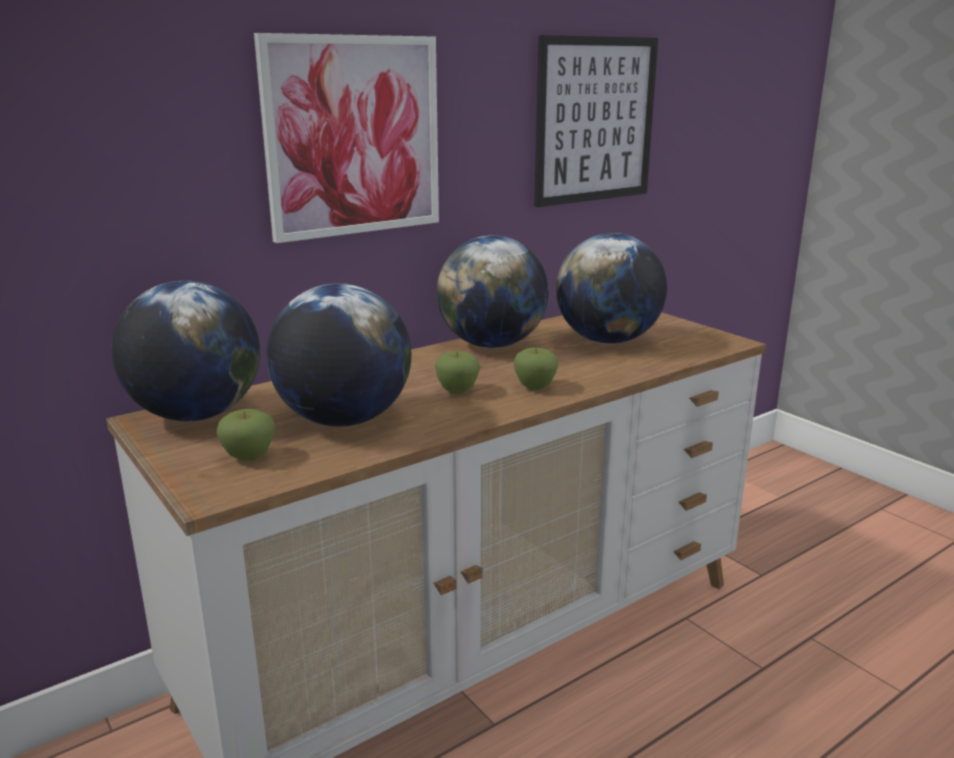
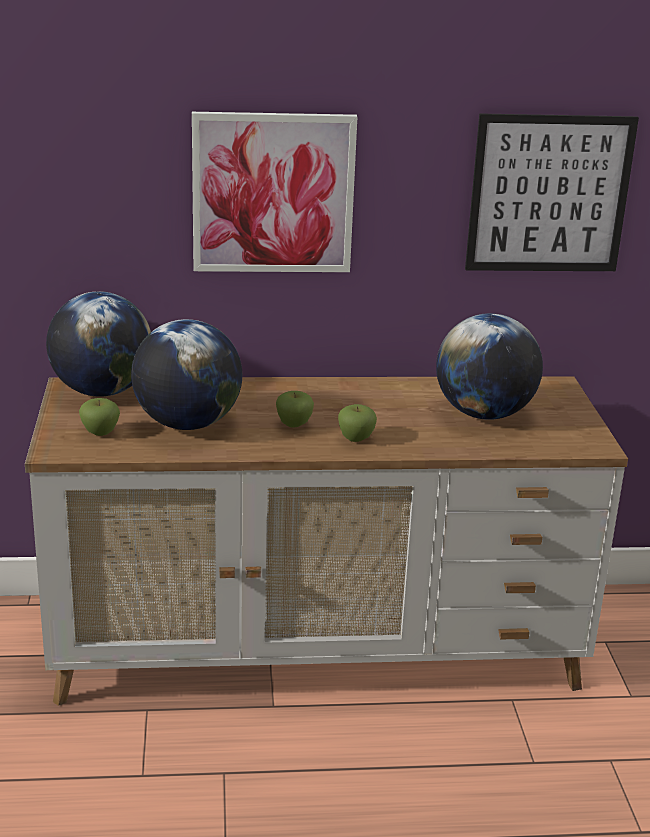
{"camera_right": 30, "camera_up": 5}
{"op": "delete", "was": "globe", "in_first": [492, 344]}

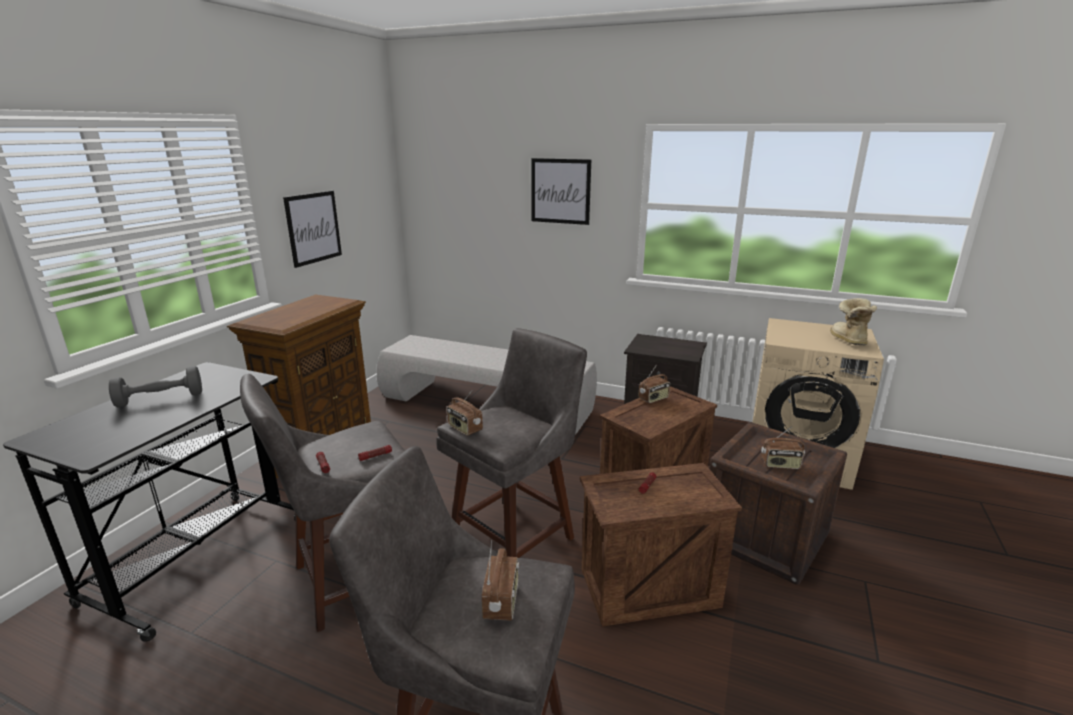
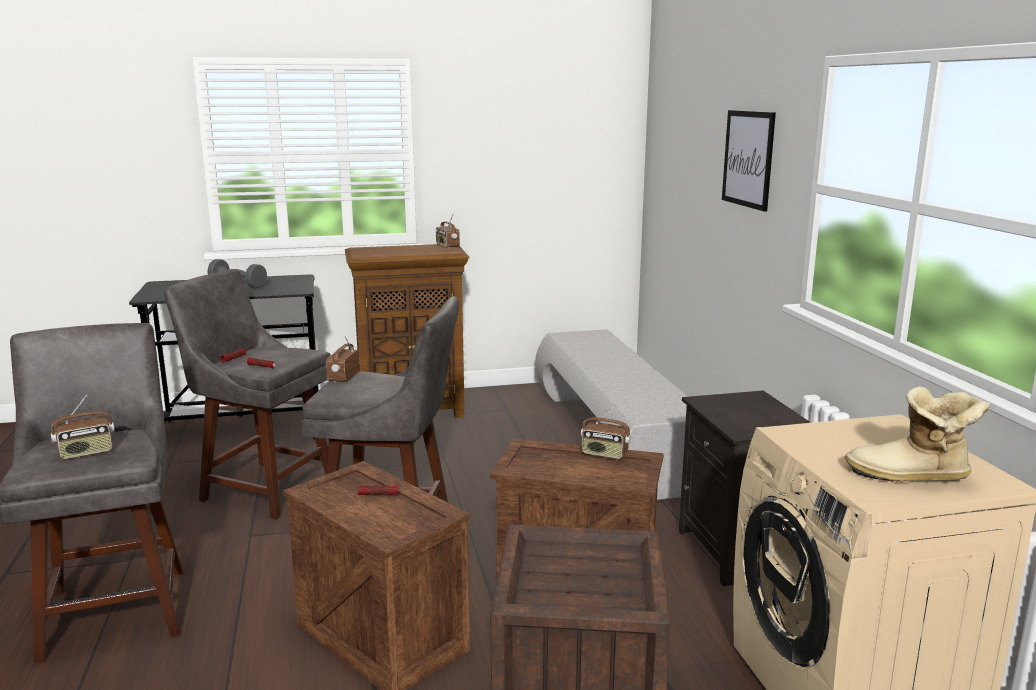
{"camera_right": 55, "camera_up": -5}
{"op": "delete", "was": "picture", "in_first": [313, 228]}
{"op": "move", "was": "radio", "in_first": [780, 465], "in_second": [447, 246]}
{"op": "rotate", "was": "boot", "in_first": [846, 340], "in_second": [911, 477], "clockwise": -135}

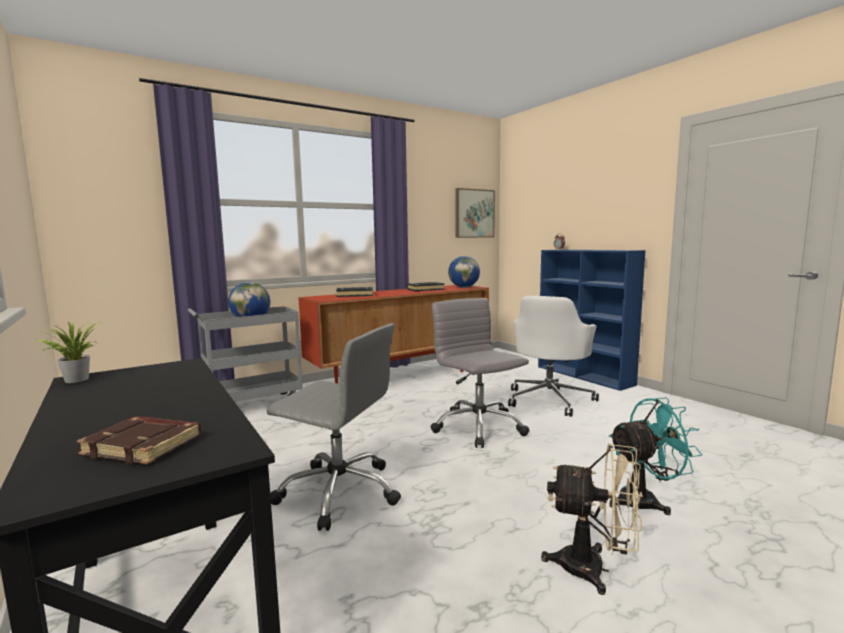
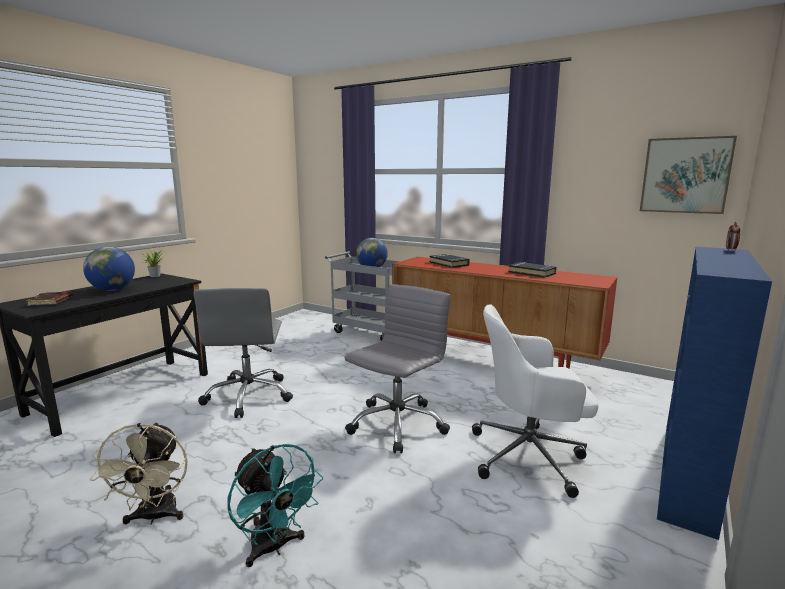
{"camera_right": 65, "camera_up": 5}
{"op": "move", "was": "globe", "in_first": [464, 287], "in_second": [113, 290]}

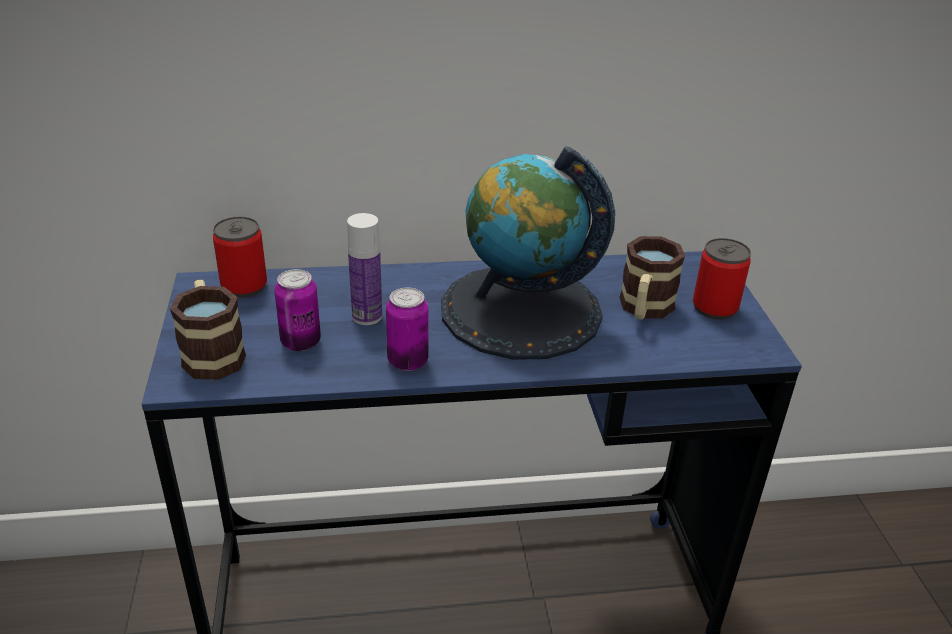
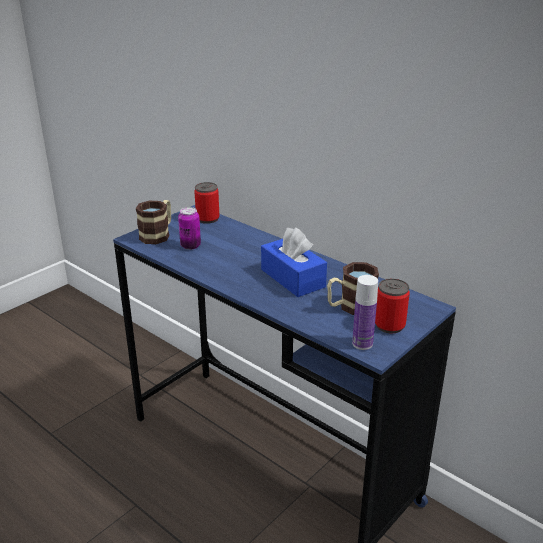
{"camera_right": 50, "camera_up": -5}
{"op": "move", "was": "bottle", "in_first": [367, 316], "in_second": [362, 343]}
{"op": "delete", "was": "can", "in_first": [408, 361]}
{"op": "replace", "was": "globe", "now": "blue tissue box", "in_first": [520, 311], "in_second": [292, 278]}

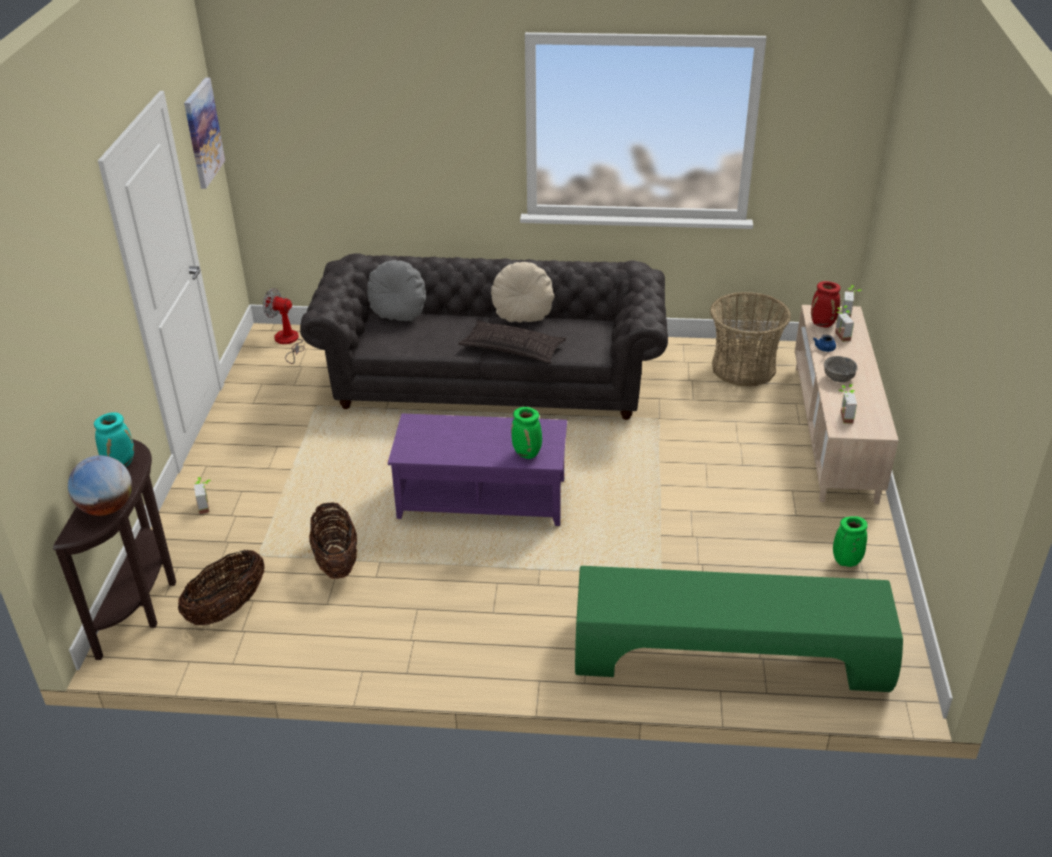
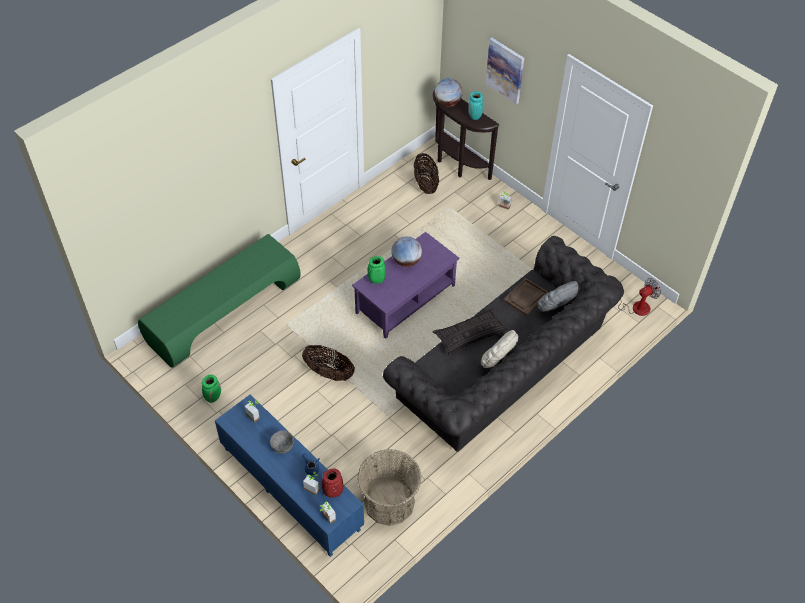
{"camera_right": 130, "camera_up": 15}
{"op": "move", "was": "picture", "in_first": [202, 133], "in_second": [505, 70]}
{"op": "move", "was": "basket", "in_first": [336, 561], "in_second": [329, 372]}
{"op": "recolor", "was": "beige tv stand", "now": "blue tv stand", "in_first": [834, 431], "in_second": [291, 489]}
{"op": "insert", "now": "globe", "in_second": [406, 261]}
{"op": "insert", "now": "brown tray", "in_second": [526, 298]}

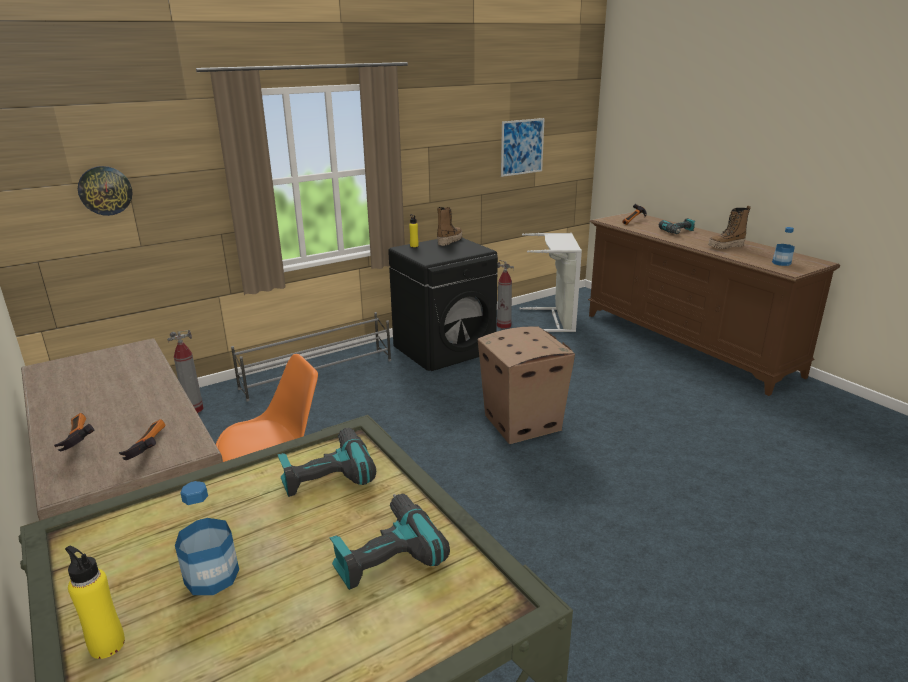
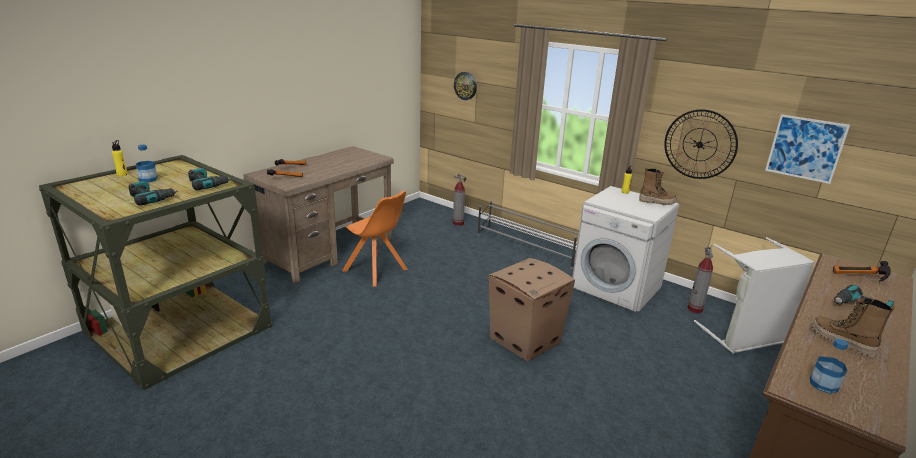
{"camera_right": 70, "camera_up": 0}
{"op": "recolor", "was": "black washing machine", "now": "white washing machine", "in_first": [447, 349], "in_second": [615, 288]}
{"op": "insert", "now": "wall clock", "in_second": [699, 144]}

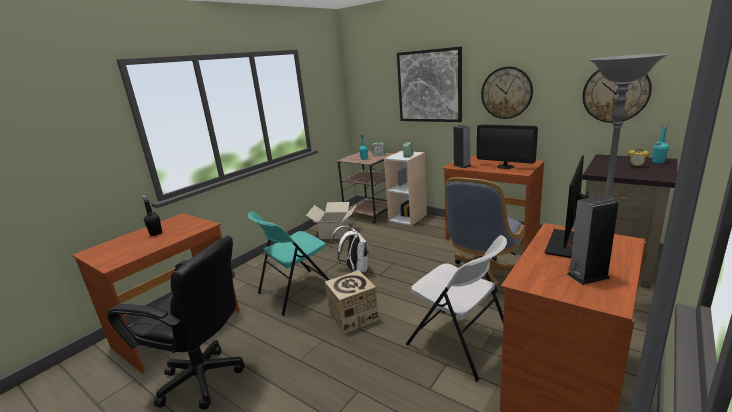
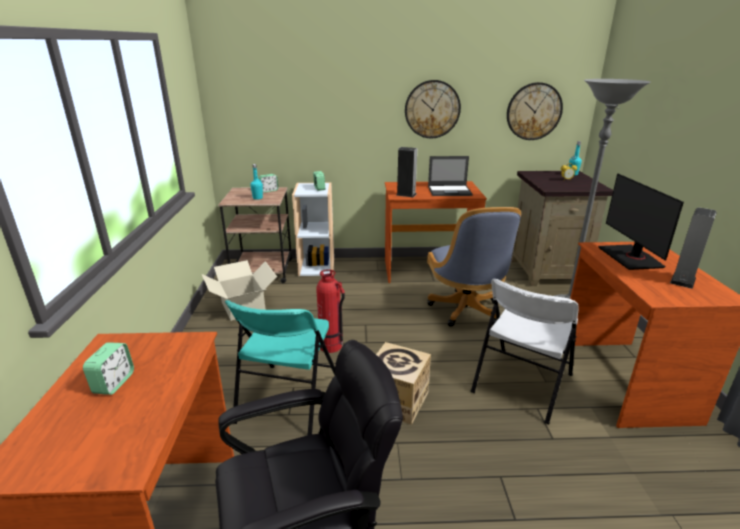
{"camera_right": -40, "camera_up": 5}
{"op": "replace", "was": "black bottle", "now": "alarm clock", "in_first": [156, 233], "in_second": [114, 383]}
{"op": "replace", "was": "white backpack", "now": "fire extinguisher", "in_first": [355, 270], "in_second": [331, 346]}
{"op": "delete", "was": "picture", "in_first": [429, 86]}
{"op": "rotate", "was": "white chair", "in_first": [458, 342], "in_second": [522, 383], "clockwise": 120}
{"op": "replace", "was": "monitor", "now": "laptop", "in_first": [505, 166], "in_second": [450, 191]}

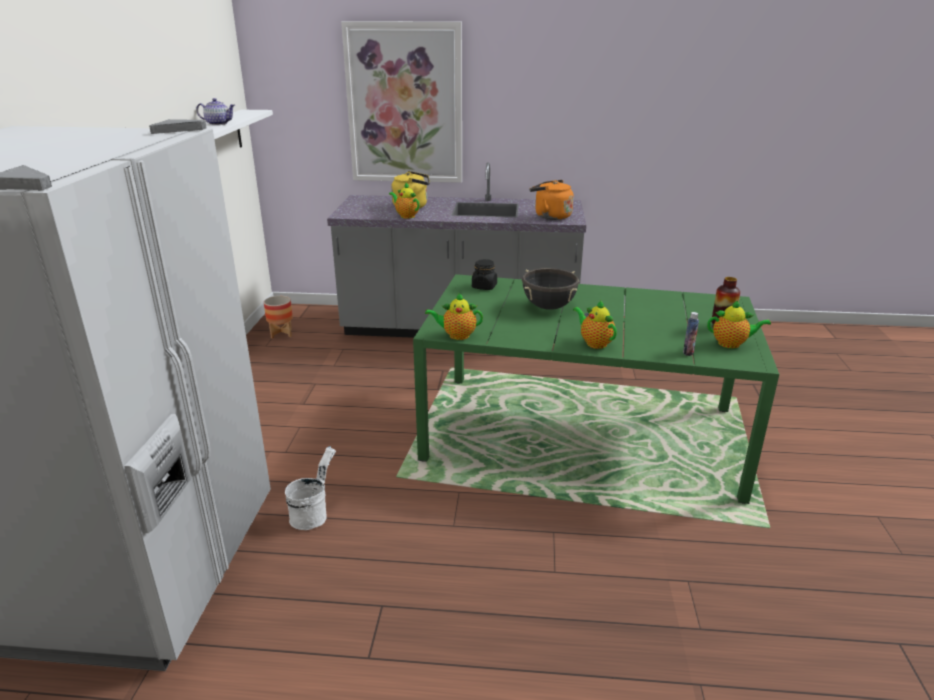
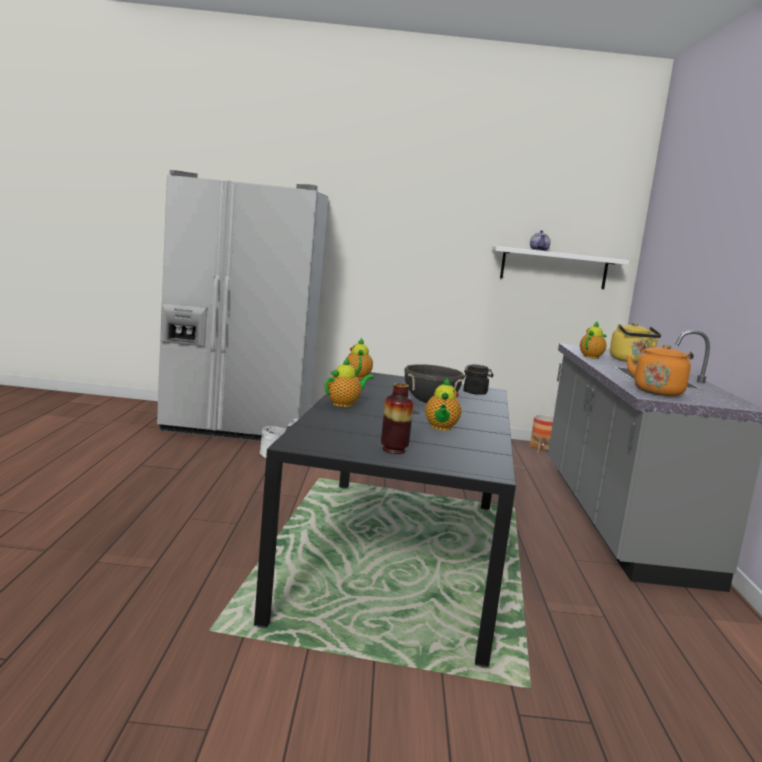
{"camera_right": 85, "camera_up": -15}
{"op": "delete", "was": "picture", "in_first": [405, 104]}
{"op": "recolor", "was": "green dining table", "now": "black dining table", "in_first": [581, 434], "in_second": [395, 555]}
{"op": "delete", "was": "bottle", "in_first": [688, 352]}
{"op": "move", "was": "teapot", "in_first": [731, 344], "in_second": [440, 428]}

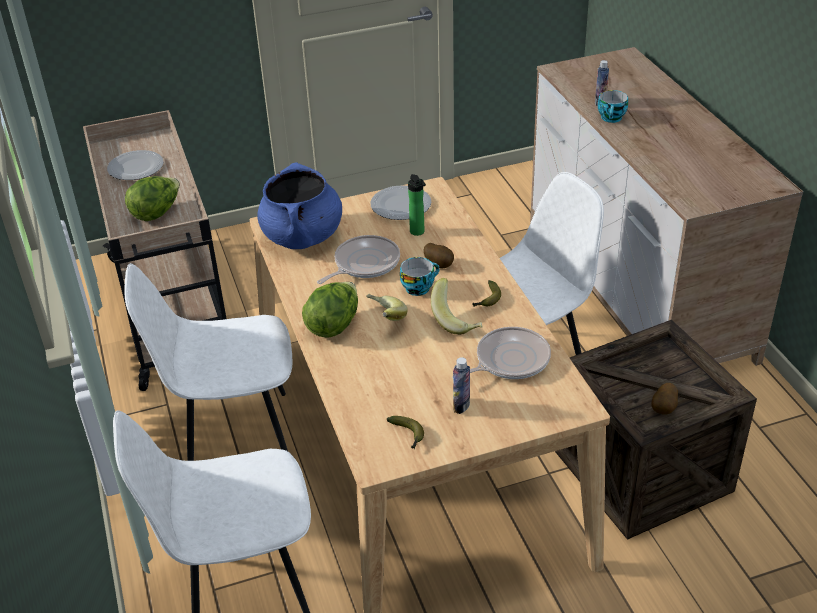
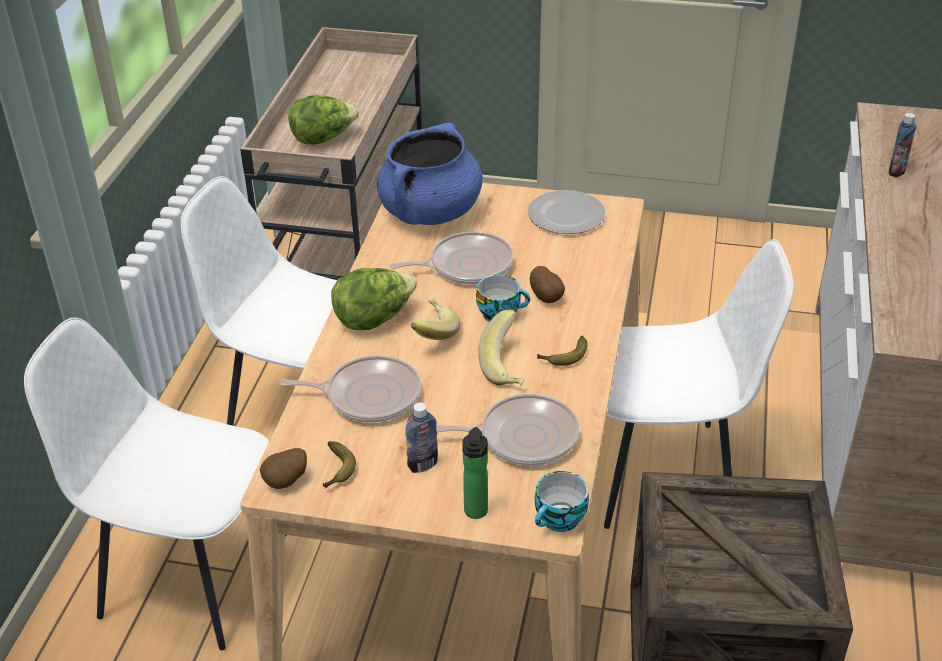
{"camera_right": 30, "camera_up": 0}
{"op": "delete", "was": "plate", "in_first": [136, 167]}
{"op": "move", "was": "bottle", "in_first": [418, 233], "in_second": [475, 513]}
{"op": "move", "was": "cup", "in_first": [612, 118], "in_second": [560, 521]}
{"op": "move", "was": "potato", "in_first": [664, 409], "in_second": [286, 482]}
{"op": "insert", "now": "frying pan", "in_second": [368, 395]}

